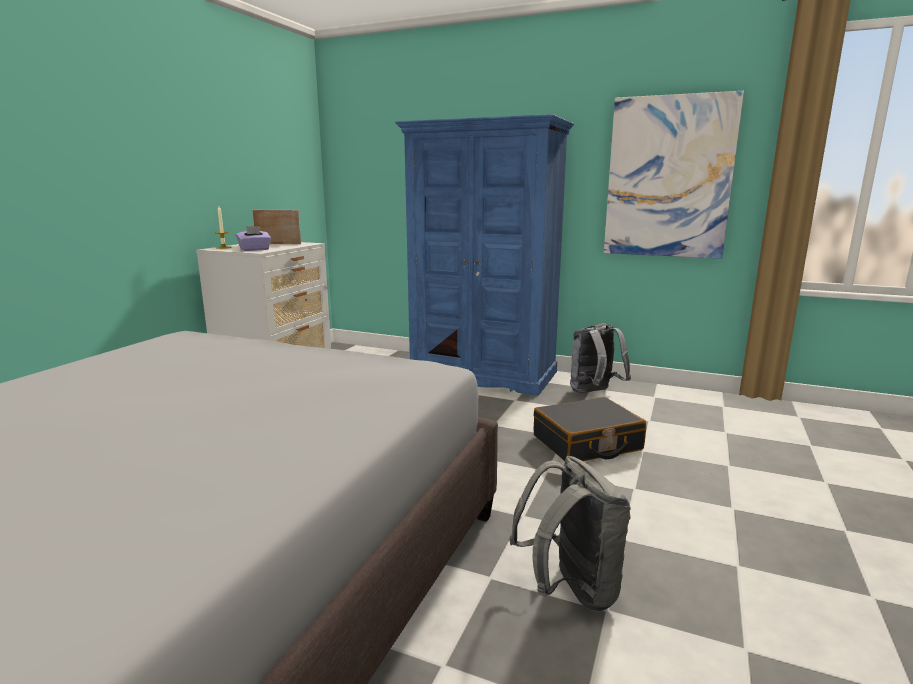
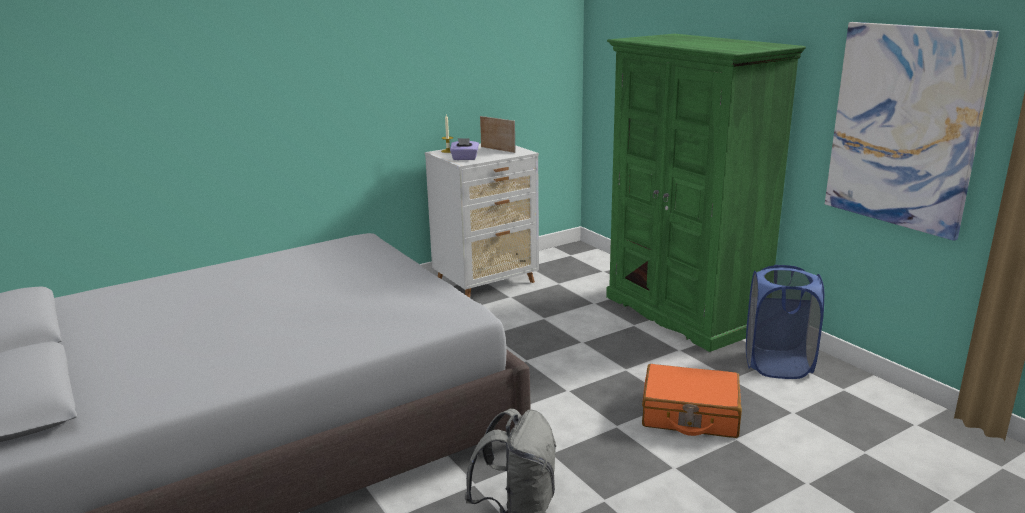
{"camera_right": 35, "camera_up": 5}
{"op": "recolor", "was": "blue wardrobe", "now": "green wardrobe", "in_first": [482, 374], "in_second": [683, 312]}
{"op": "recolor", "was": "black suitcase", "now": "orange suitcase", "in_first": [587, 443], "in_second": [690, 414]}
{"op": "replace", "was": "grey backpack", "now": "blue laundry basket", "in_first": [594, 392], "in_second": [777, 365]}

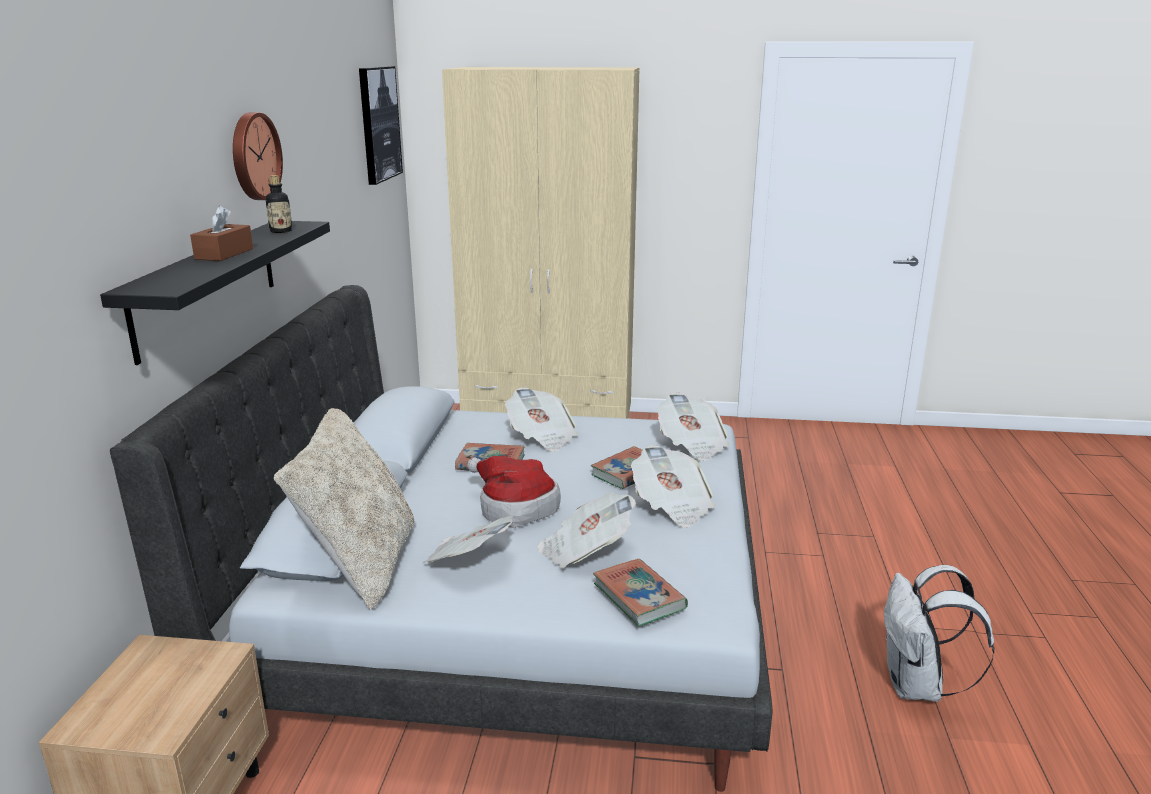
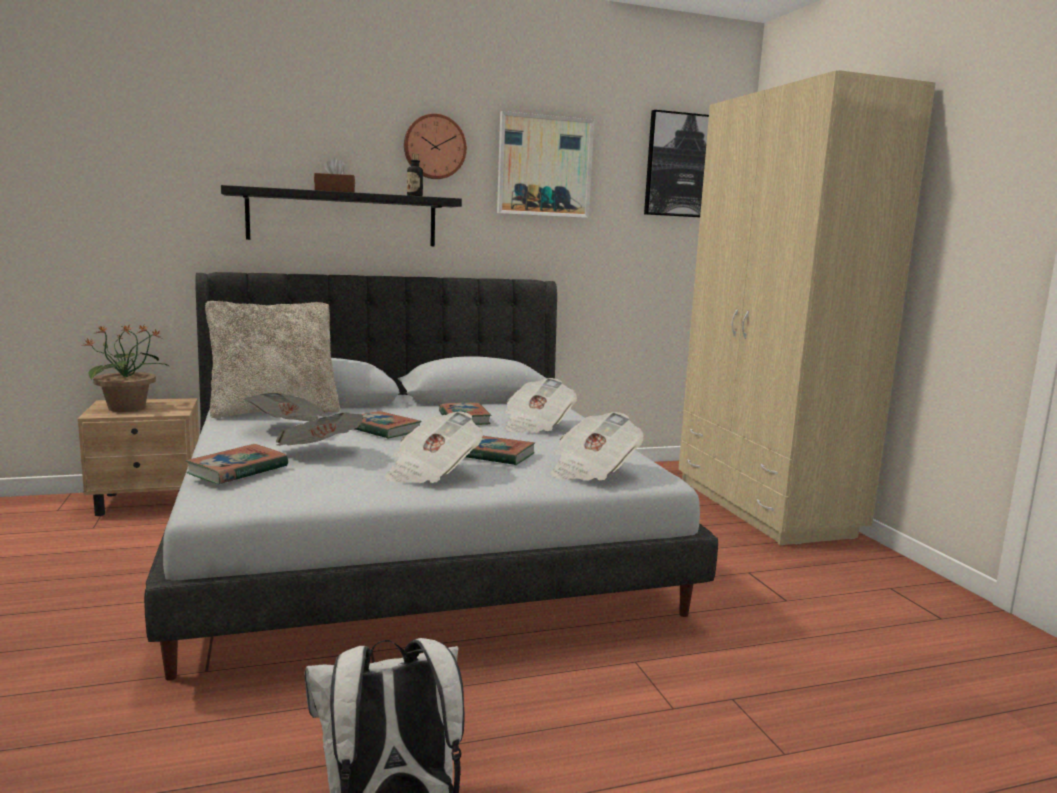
{"camera_right": 65, "camera_up": -10}
{"op": "replace", "was": "hat", "now": "book", "in_first": [514, 508], "in_second": [383, 430]}
{"op": "insert", "now": "potted plant", "in_second": [128, 408]}
{"op": "insert", "now": "picture", "in_second": [544, 166]}

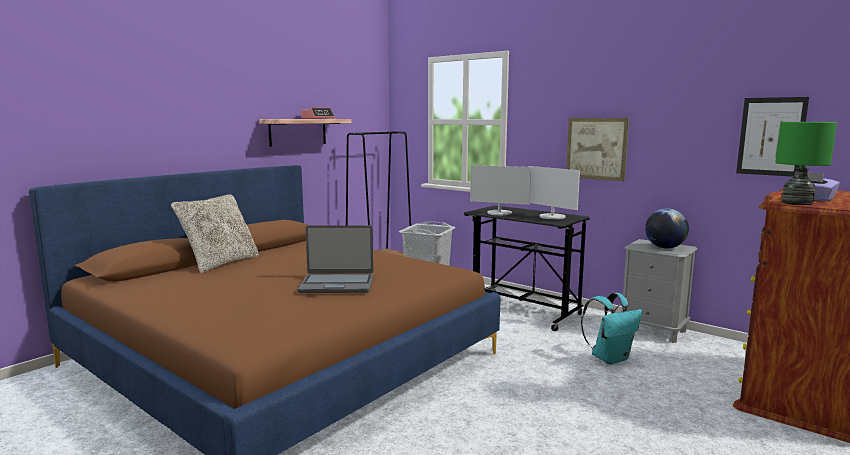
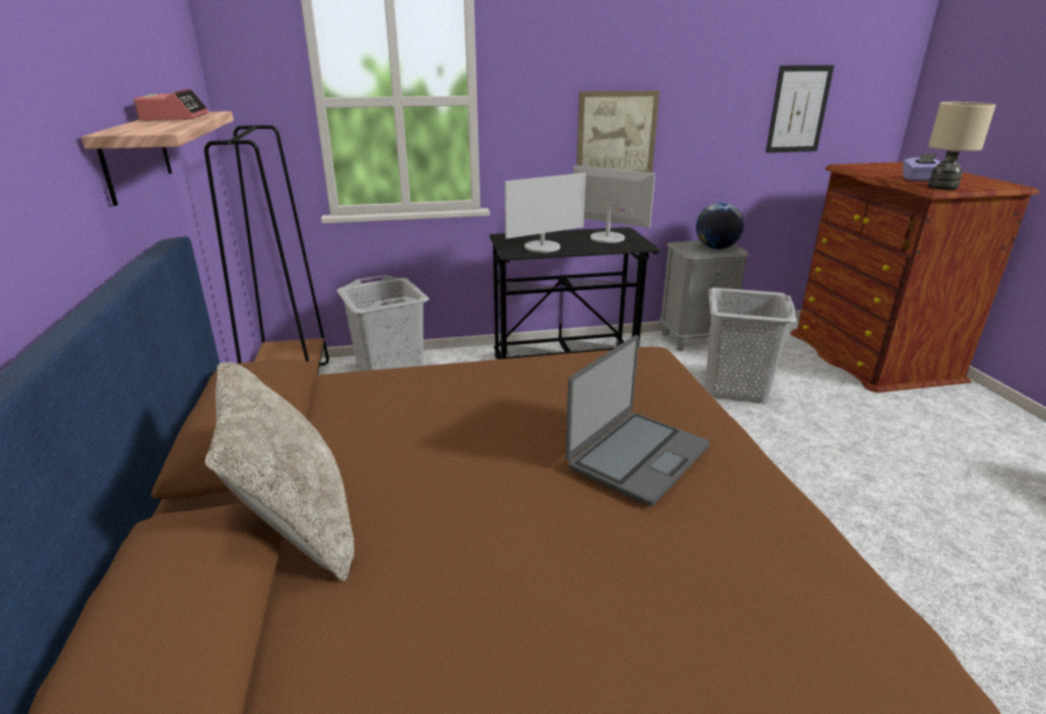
{"camera_right": -50, "camera_up": 15}
{"op": "rotate", "was": "monitor", "in_first": [552, 217], "in_second": [607, 238], "clockwise": -150}
{"op": "replace", "was": "turquoise backpack", "now": "grey laundry basket", "in_first": [610, 358], "in_second": [734, 388]}
{"op": "recolor", "was": "green table lamp", "now": "beige table lamp", "in_first": [797, 203], "in_second": [942, 187]}

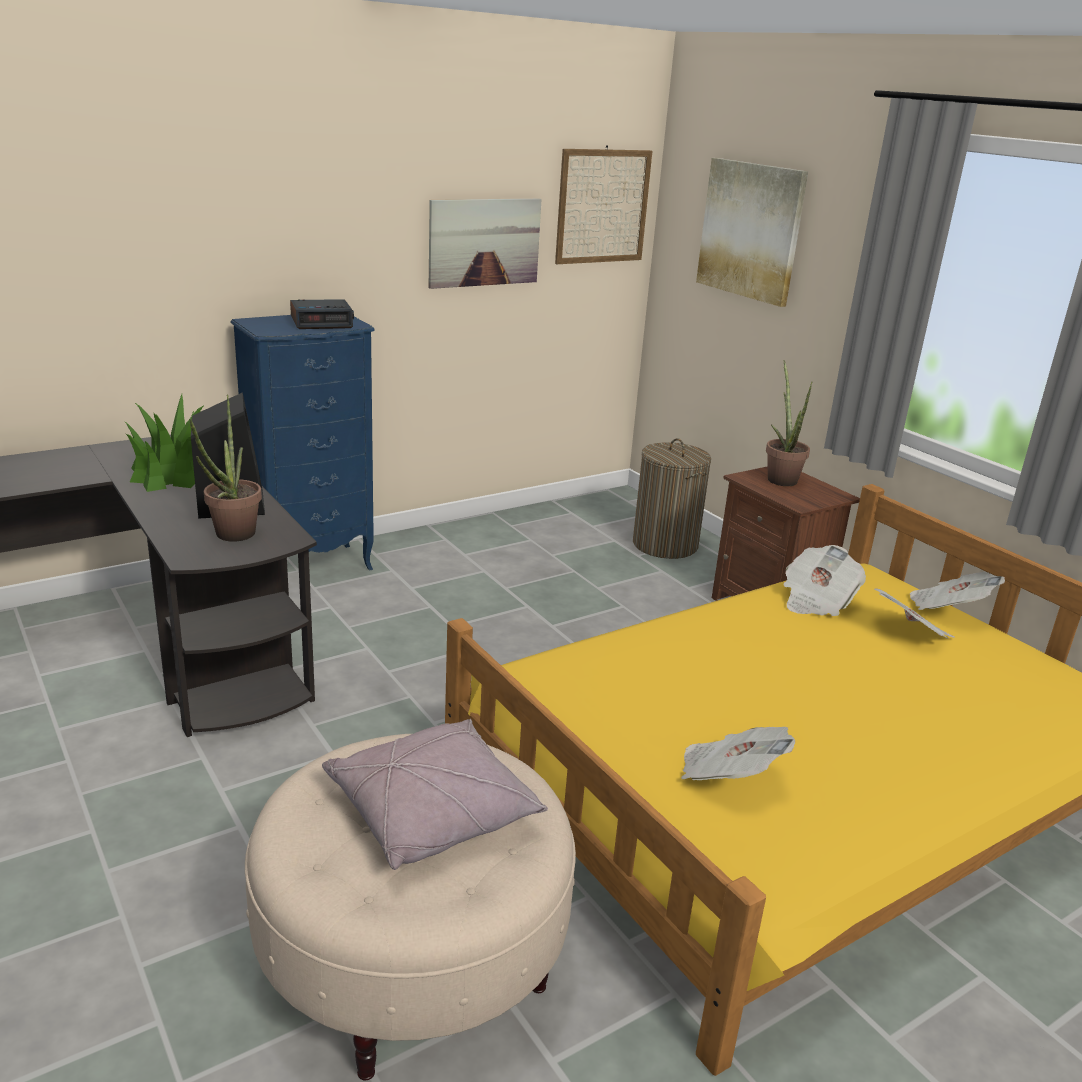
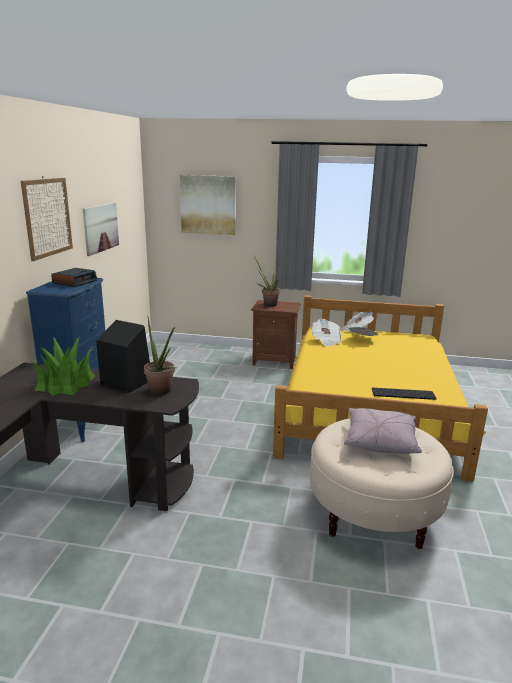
{"camera_right": -45, "camera_up": -5}
{"op": "move", "was": "picture", "in_first": [602, 204], "in_second": [47, 216]}
{"op": "delete", "was": "laundry basket", "in_first": [664, 544]}
{"op": "replace", "was": "newspaper", "now": "keyboard", "in_first": [729, 776], "in_second": [402, 394]}

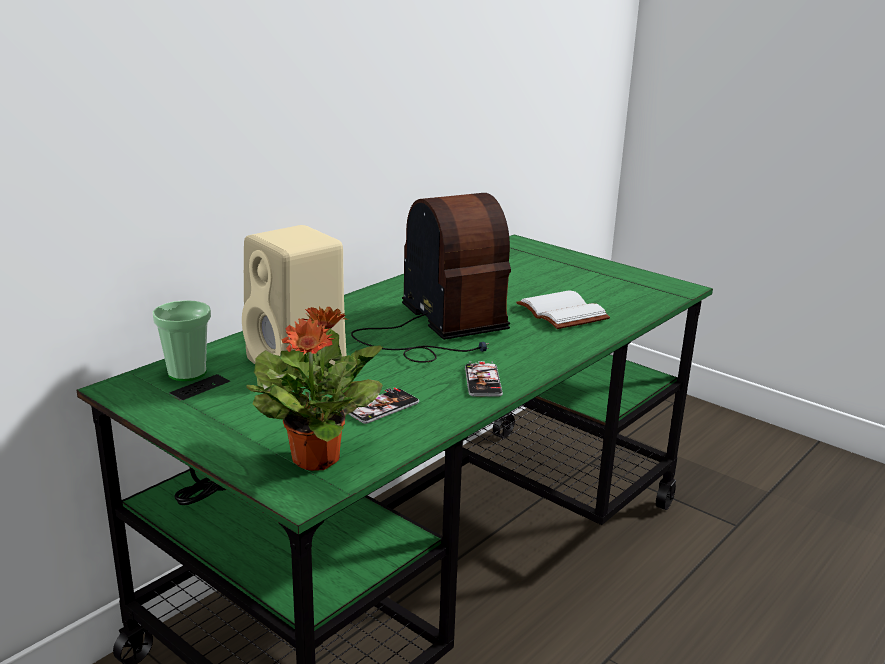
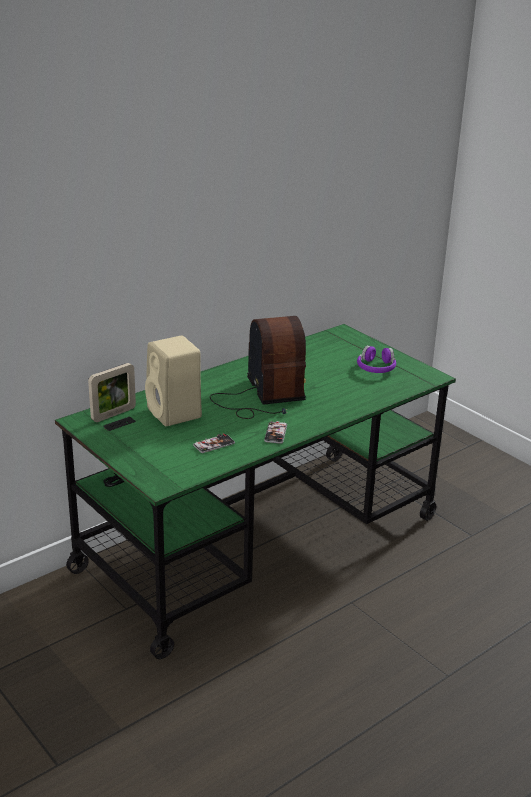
{"camera_right": 10, "camera_up": 5}
{"op": "replace", "was": "cup", "now": "picture frame", "in_first": [187, 373], "in_second": [113, 414]}
{"op": "delete", "was": "potted plant", "in_first": [317, 458]}
{"op": "delete", "was": "white book", "in_first": [559, 313]}
{"op": "insert", "now": "purple headphones", "in_second": [376, 367]}

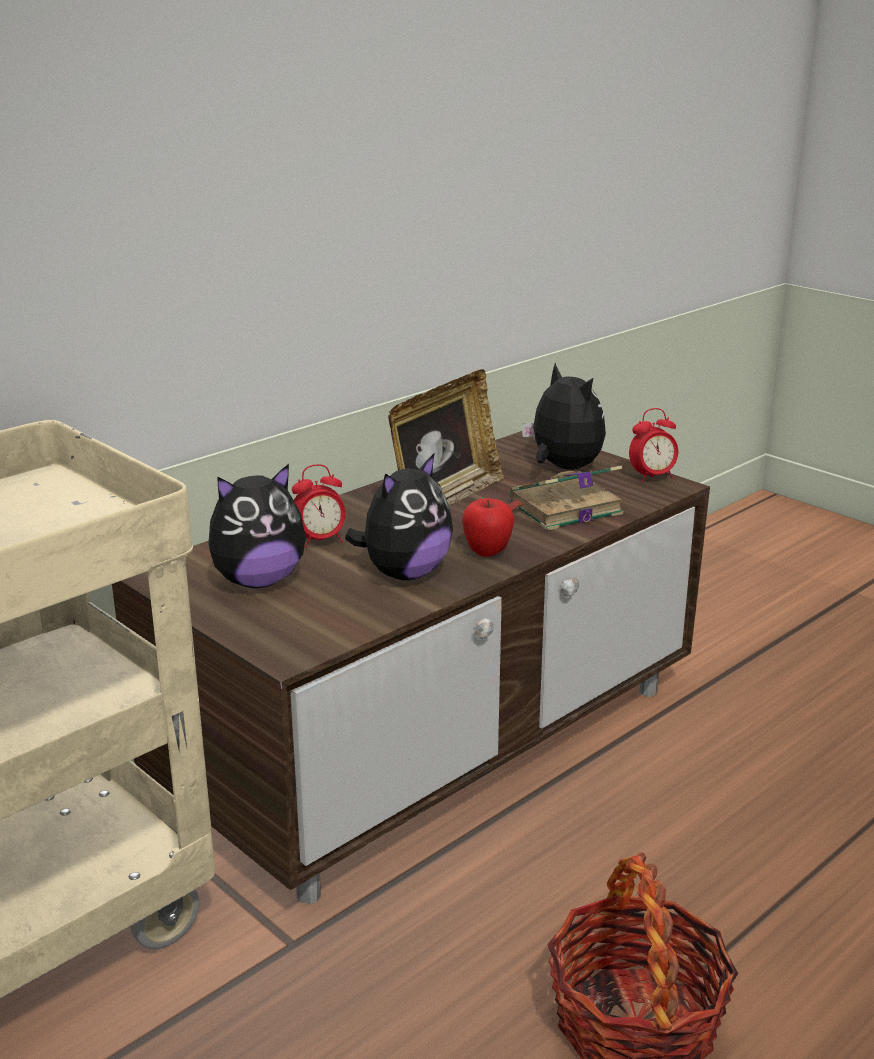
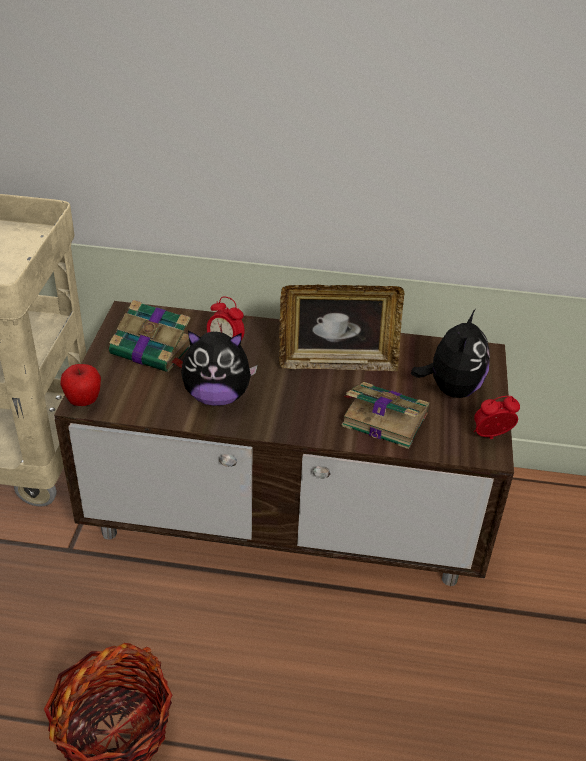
{"camera_right": 50, "camera_up": 15}
{"op": "replace", "was": "plush toy", "now": "book", "in_first": [258, 581], "in_second": [154, 350]}
{"op": "move", "was": "apple", "in_first": [487, 552], "in_second": [83, 401]}
{"op": "rotate", "was": "alarm clock", "in_first": [652, 477], "in_second": [490, 437], "clockwise": 135}

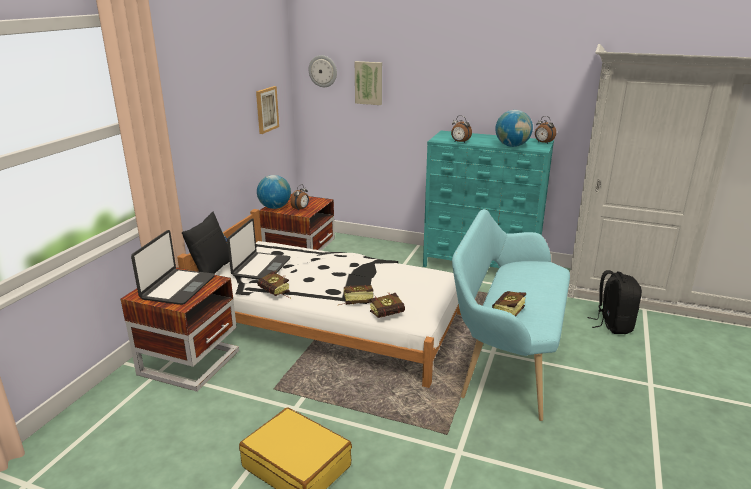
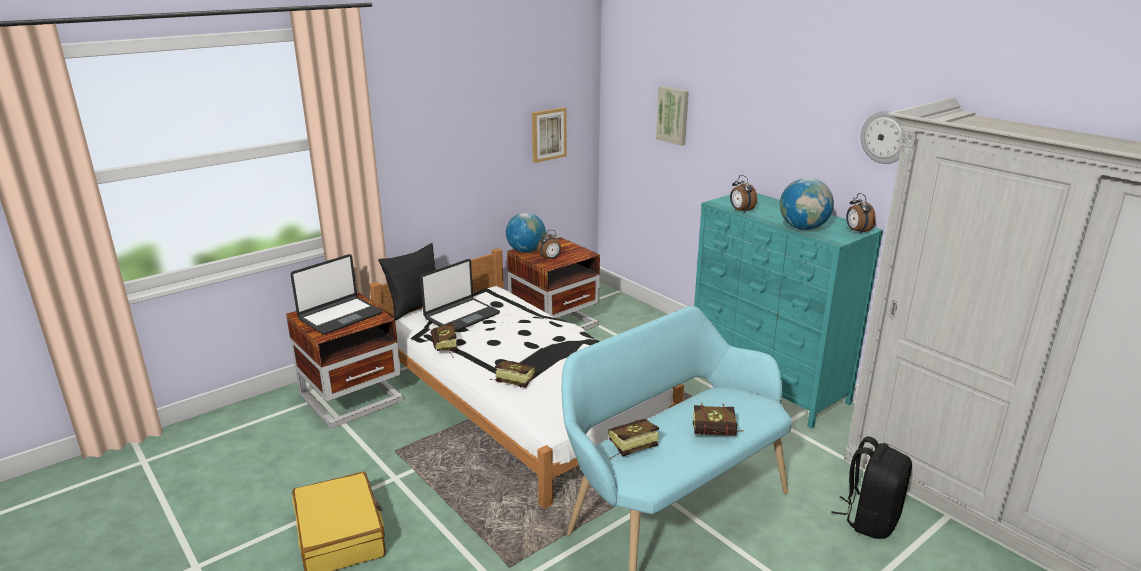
{"camera_right": 30, "camera_up": 0}
{"op": "move", "was": "wall clock", "in_first": [323, 71], "in_second": [885, 137]}
{"op": "move", "was": "book", "in_first": [390, 314], "in_second": [718, 434]}

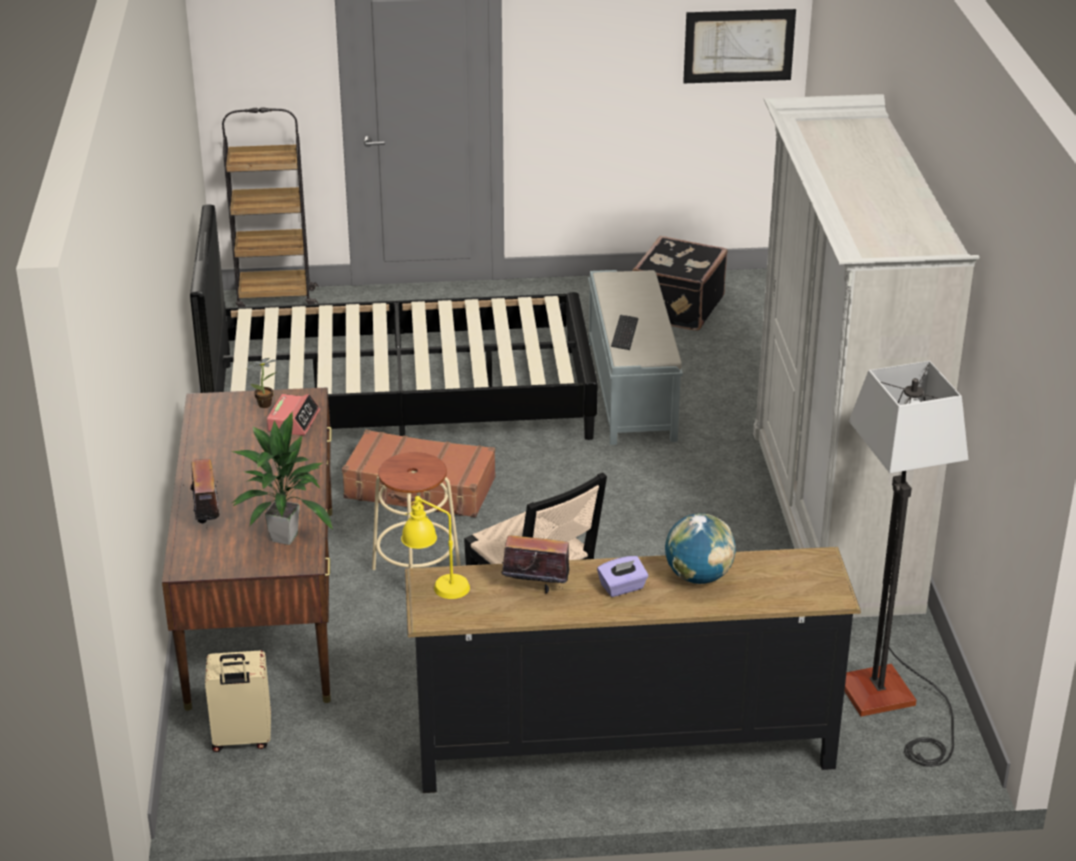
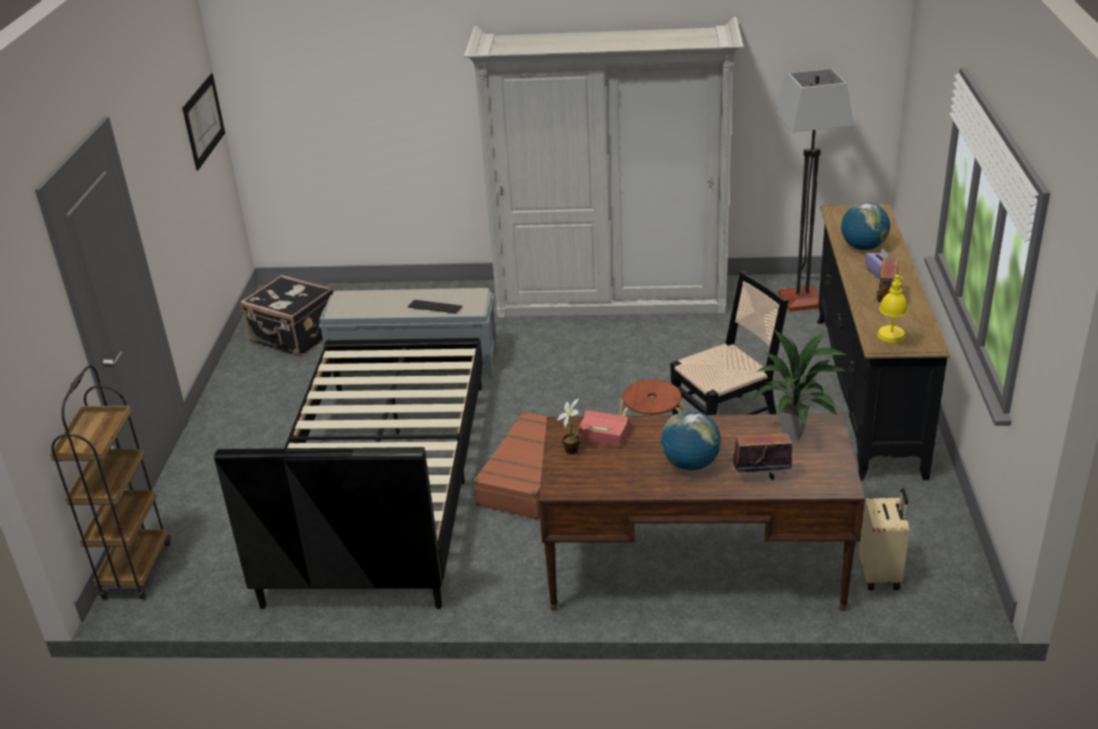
{"camera_right": -80, "camera_up": 0}
{"op": "insert", "now": "globe", "in_second": [690, 464]}

